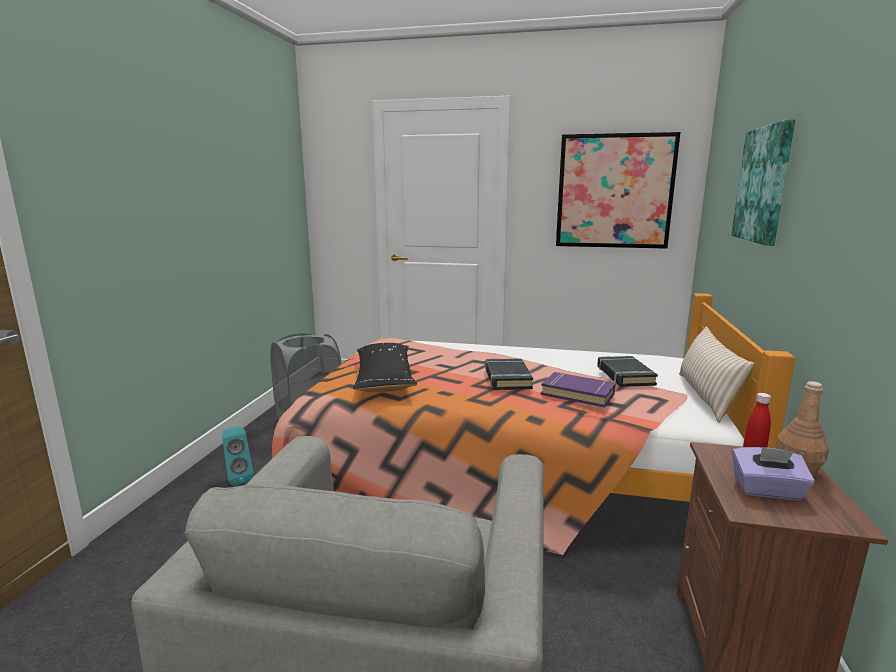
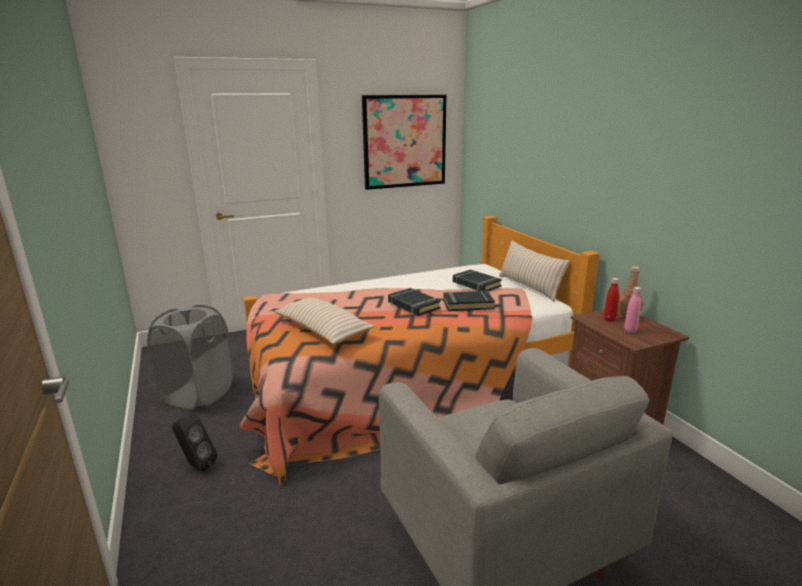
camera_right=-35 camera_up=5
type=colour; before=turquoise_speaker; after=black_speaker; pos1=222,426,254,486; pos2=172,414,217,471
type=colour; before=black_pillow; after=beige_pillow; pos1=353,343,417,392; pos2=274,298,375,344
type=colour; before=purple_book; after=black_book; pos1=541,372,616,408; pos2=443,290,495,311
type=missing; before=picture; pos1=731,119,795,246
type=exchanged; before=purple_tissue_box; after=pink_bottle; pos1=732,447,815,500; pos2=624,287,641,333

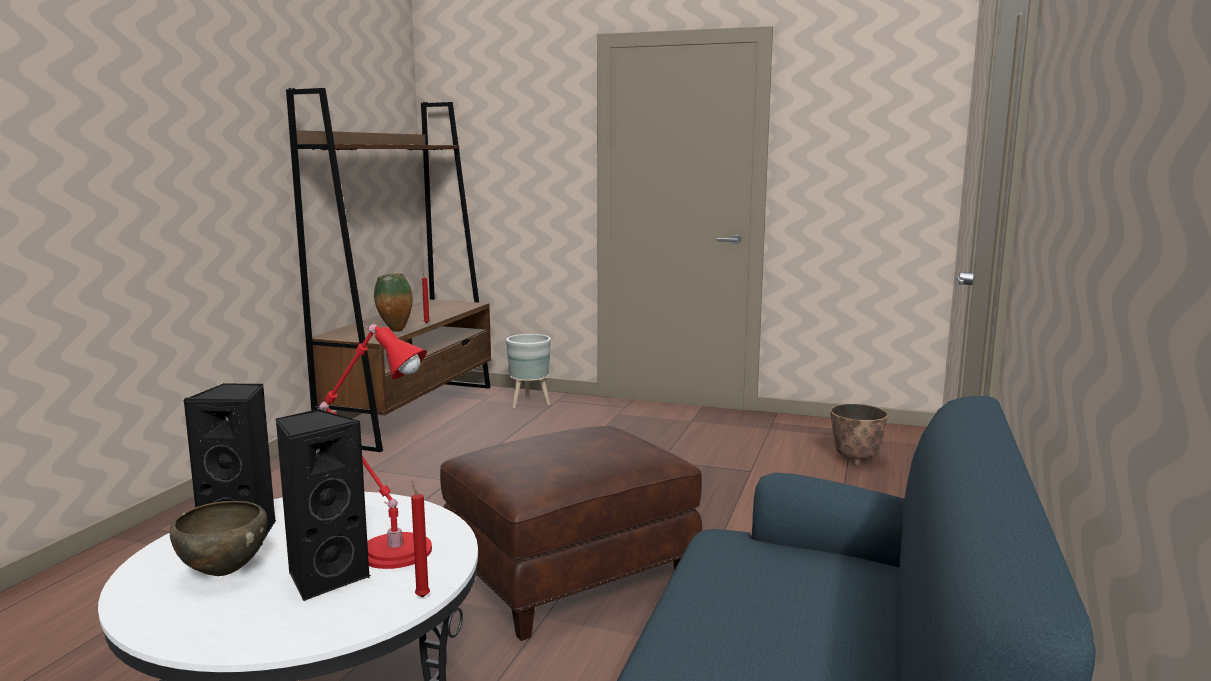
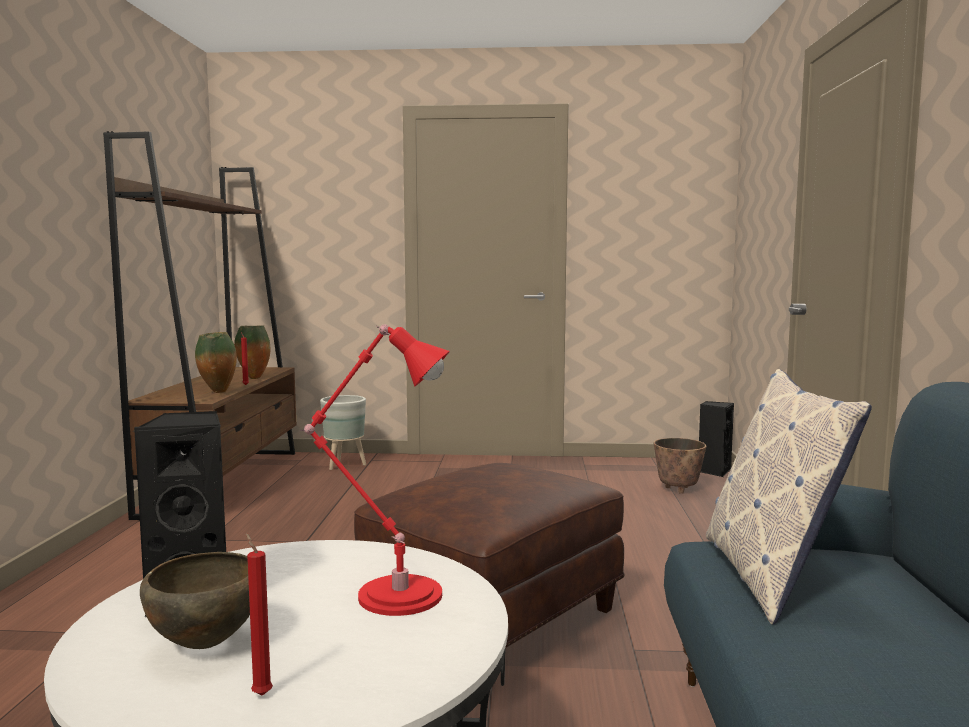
camera_right=-15 camera_up=-5
type=relocated; before=black_speaker; pos1=275,409,371,601; pos2=699,401,734,477
type=relocated; before=red_candle; pos1=411,480,430,597; pos2=246,533,273,696
type=appeared; after=vase; pos2=234,325,270,379
type=appeared; after=pillow; pos2=706,369,872,625

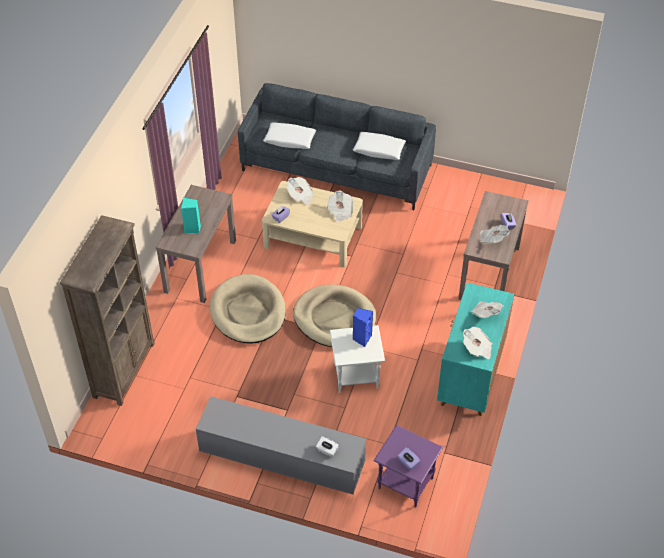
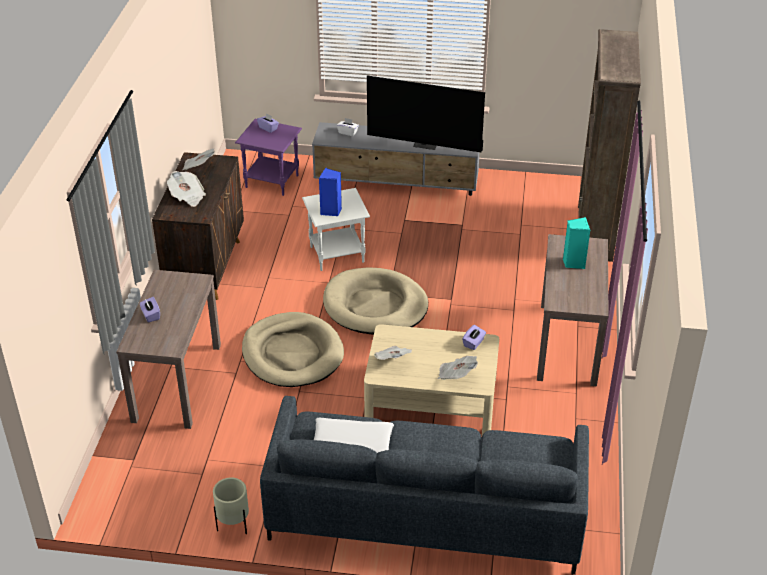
camera_right=170 camera_up=-10
type=relocated; before=beige_dog_bed; pos1=210,274,286,344; pos2=242,312,344,387
type=missing; before=white_pillow; pos1=263,122,316,149
type=colour; before=turquoise_cabinet; after=brown_cabinet; pos1=437,283,514,416; pos2=152,152,244,300
type=missing; before=newspaper; pos1=480,225,510,243
type=appeared; after=beige_planter; pos2=213,478,249,535
type=appeared; after=television; pos2=367,76,485,152

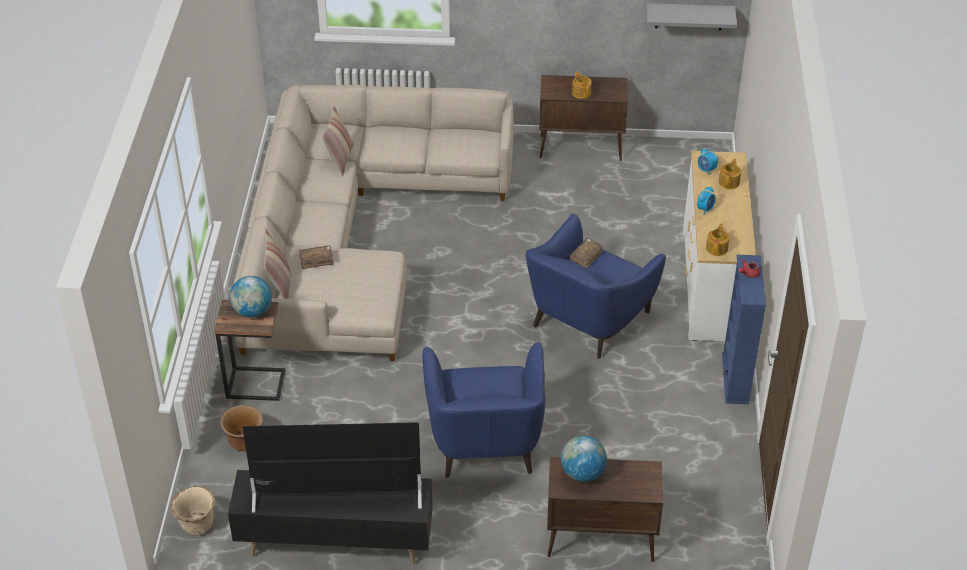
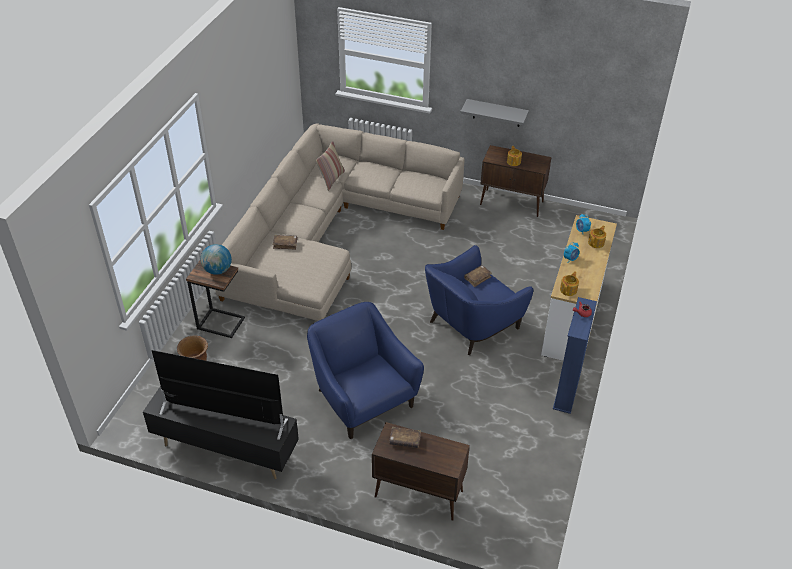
camera_right=15 camera_up=0
type=missing; before=beige_planter; pos1=170,486,215,535
type=missing; before=pillow; pos1=264,230,291,299
type=spun; before=blue_armchair; pos1=422,342,545,478; pos2=307,302,424,439; turn=135
type=exchanged; before=globe; after=brown_book; pos1=561,436,607,482; pos2=389,427,421,448
type=relocated; before=grey_shelf; pos1=646,3,737,30; pos2=460,99,529,127

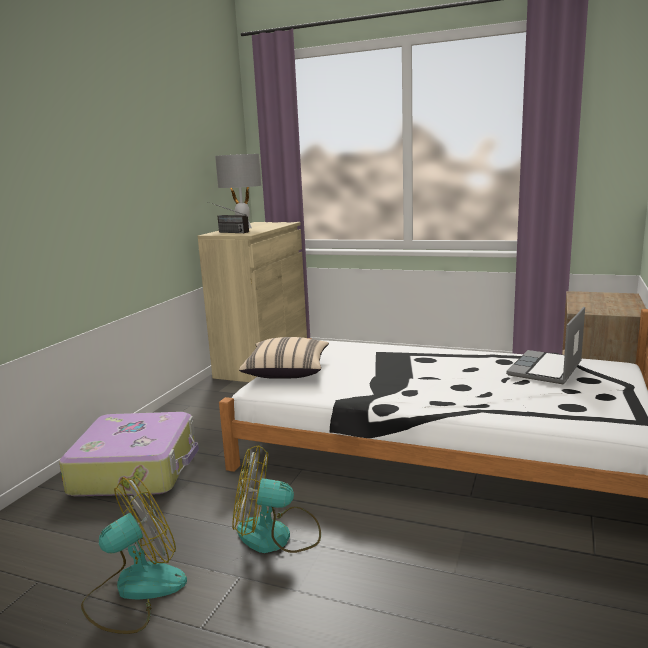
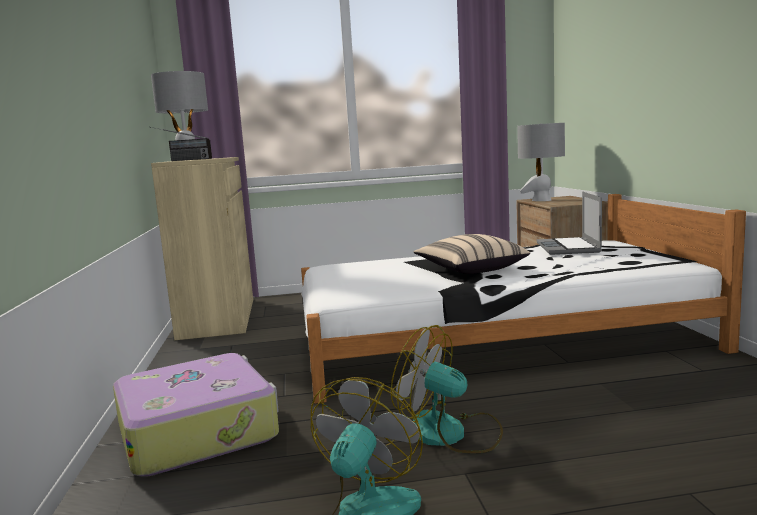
camera_right=-30 camera_up=-5
type=spun; before=fan; pos1=232,445,321,553; pos2=391,325,503,453; turn=60
type=relocated; before=beige_pillow; pos1=239,337,329,379; pos2=413,234,530,274
type=appeared; after=grey_table_lamp; pos2=517,123,565,201

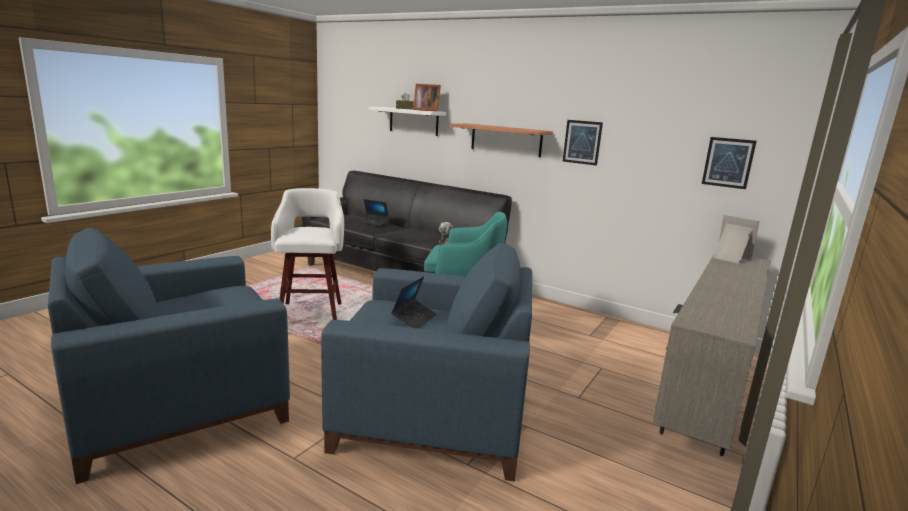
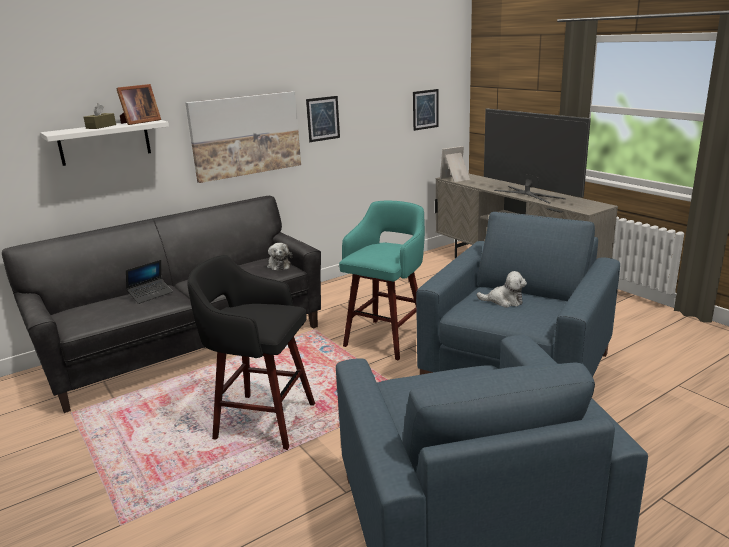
camera_right=-65 camera_up=5
type=colour; before=white_stool; after=black_stool; pos1=271,188,344,320; pos2=188,255,315,450
type=exchanged; before=laptop; after=plush_toy; pos1=391,276,437,328; pos2=477,271,527,308
type=exchanged; before=shelf; after=picture; pos1=450,123,553,157; pos2=186,91,301,183
type=appeared; after=television; pos2=484,108,591,204

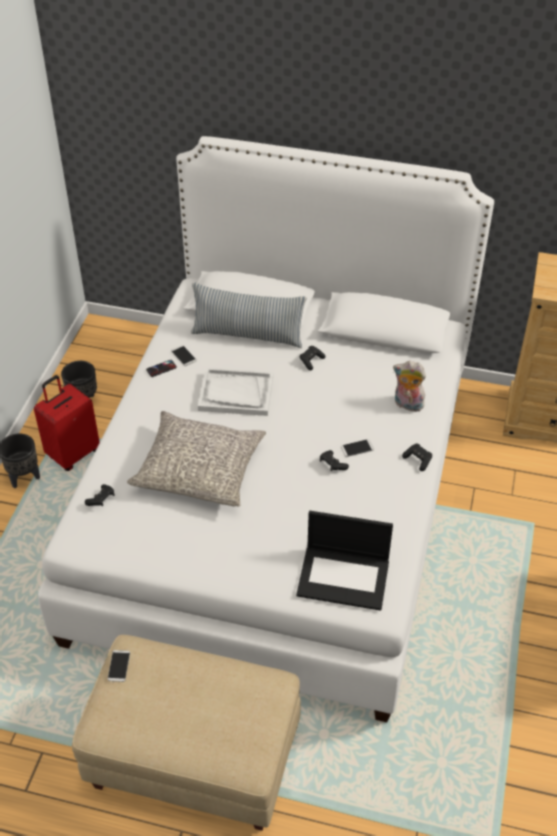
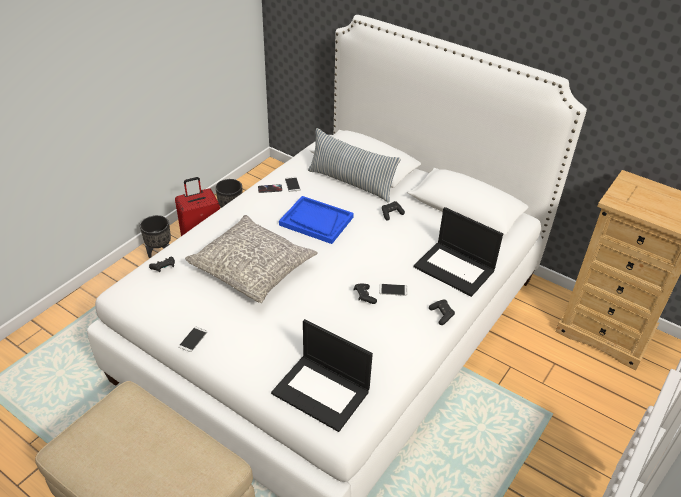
camera_right=20 camera_up=-5
type=relocated; before=phone; pos1=108,650,130,682; pos2=179,327,207,352
type=colour; before=white_tray; after=blue_tray; pos1=198,368,273,416; pos2=279,196,354,244
type=exchanged; before=plush_toy; after=laptop; pos1=393,361,426,412; pos2=414,207,503,297

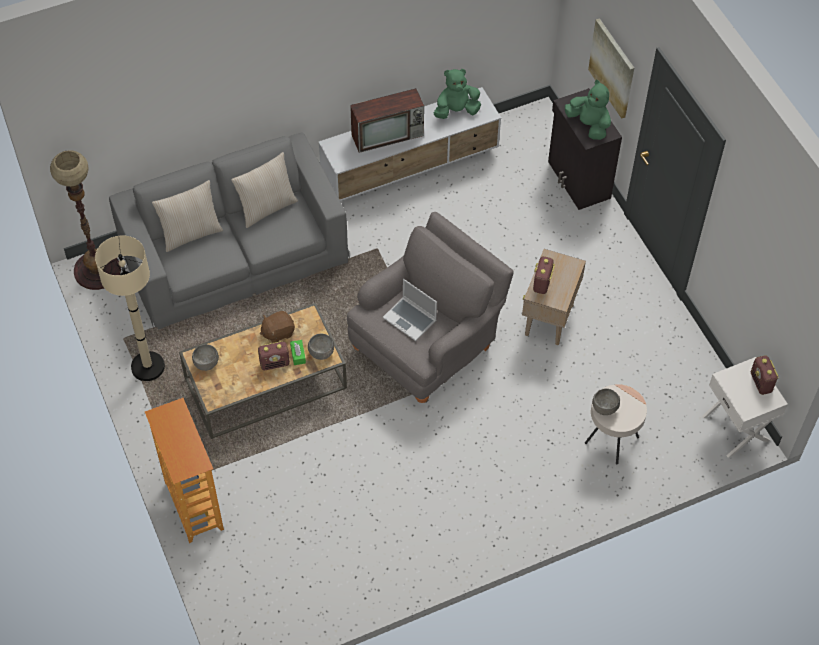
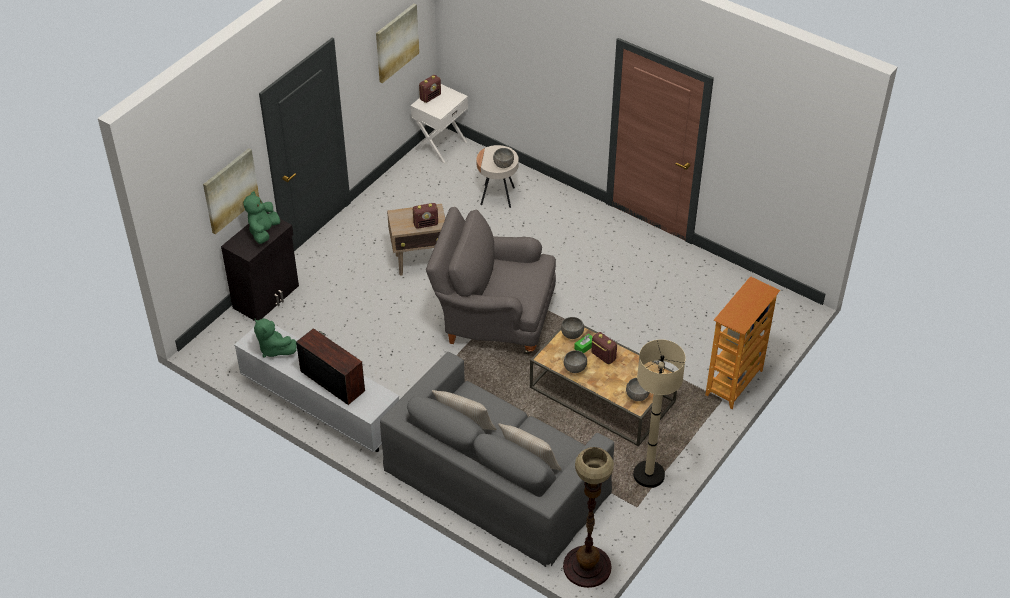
camera_right=-120 camera_up=-10
type=exchanged; before=brown_plush_toy; after=grey_bowl; pos1=260,311,295,343; pos2=564,350,587,373
type=missing; before=laptop; pos1=383,279,437,341
type=appeared; after=picture; pos2=376,4,419,83

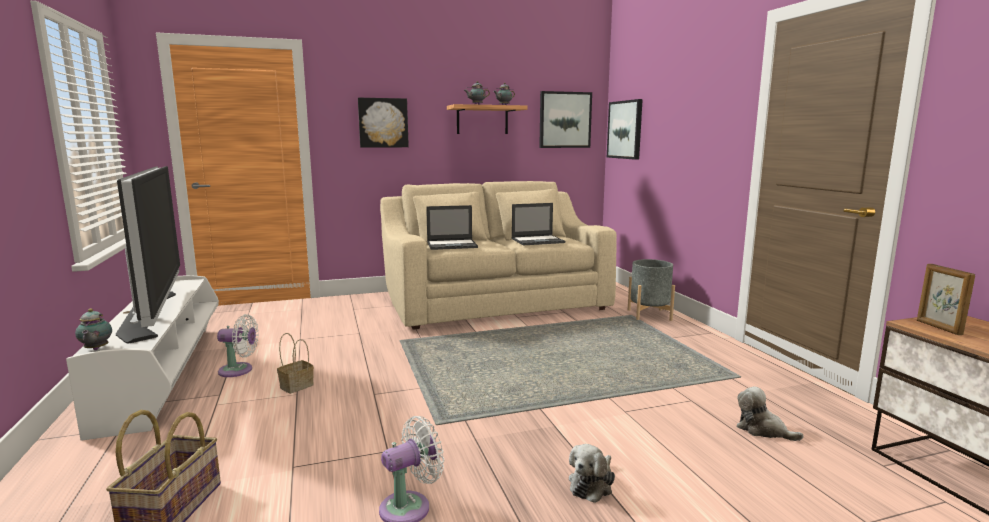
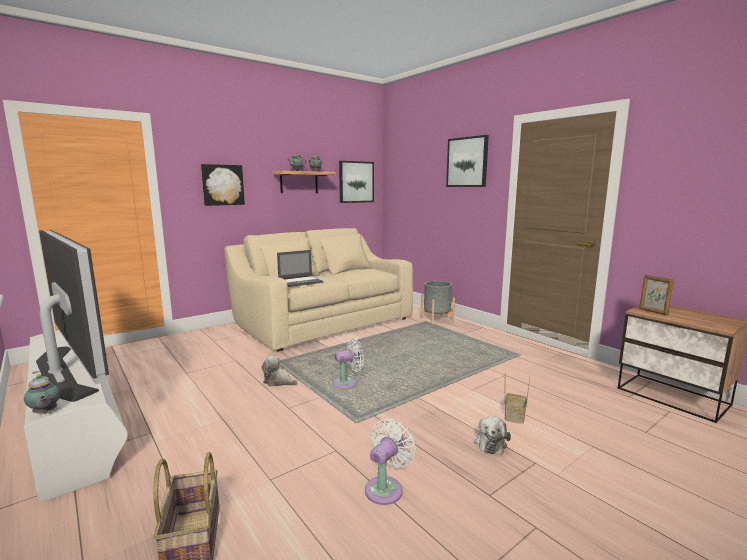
camera_right=-20 camera_up=0
type=relocated; before=white_fan; pos1=217,314,259,377; pos2=333,338,364,389
type=relocated; before=basket; pos1=277,333,314,394; pos2=504,372,530,424
type=missing; before=laptop; pos1=512,203,565,245
type=relocated; before=picture; pos1=607,99,643,160; pos2=446,135,489,187
type=relocated; before=plush_toy; pos1=737,386,804,441; pos2=261,356,298,386

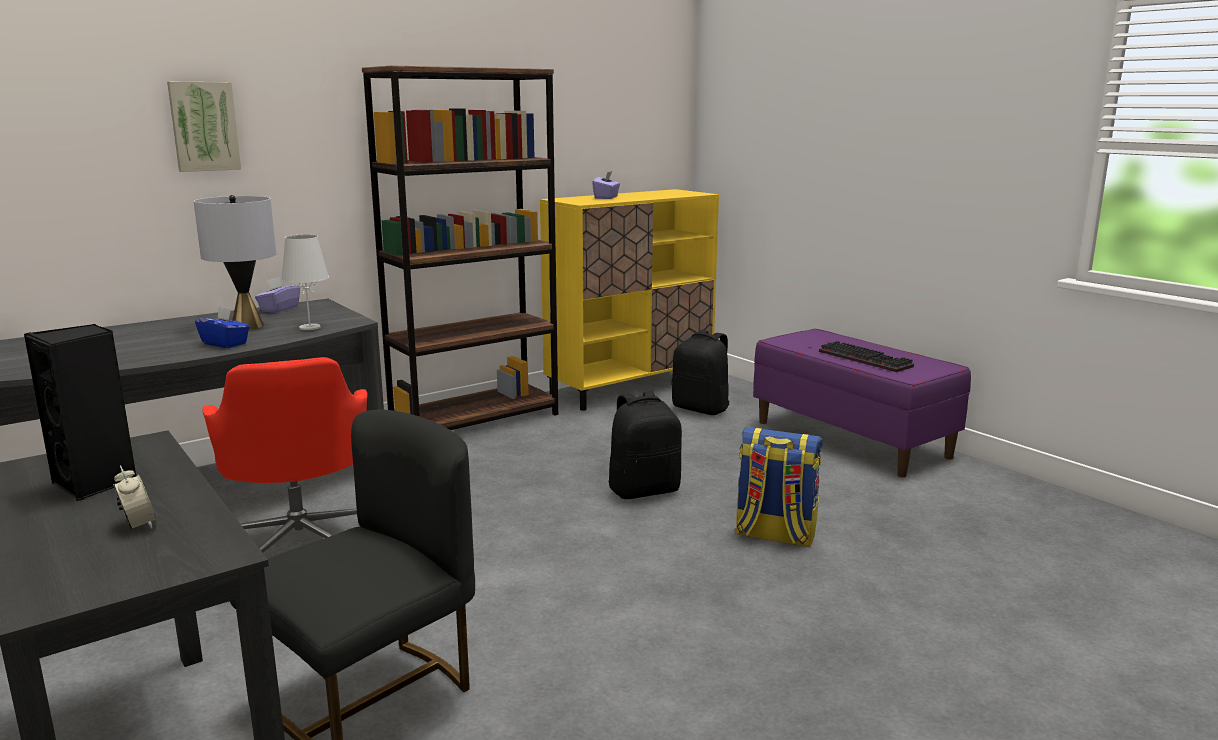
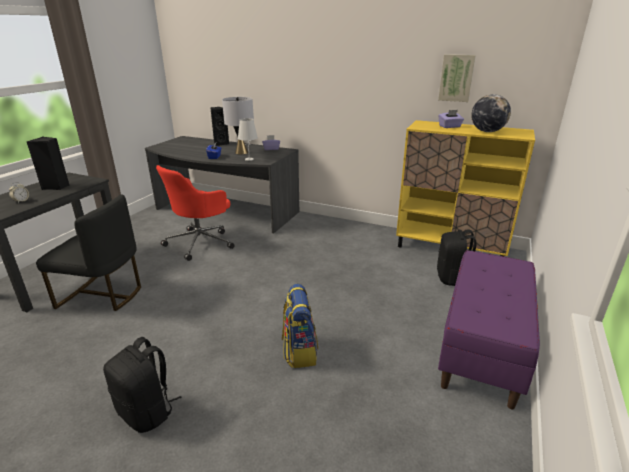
camera_right=60 camera_up=10
type=relocated; before=picture; pos1=167,82,241,172; pos2=438,54,476,102
type=missing; before=brown_bookcase; pos1=362,66,558,430
type=relocated; before=black_backpack; pos1=608,391,682,499; pos2=103,337,182,433
type=missing; before=keyboard; pos1=819,341,914,372
type=appeared; after=black_speaker; pos2=210,107,229,146
type=appeared; after=globe; pos2=471,94,511,132

